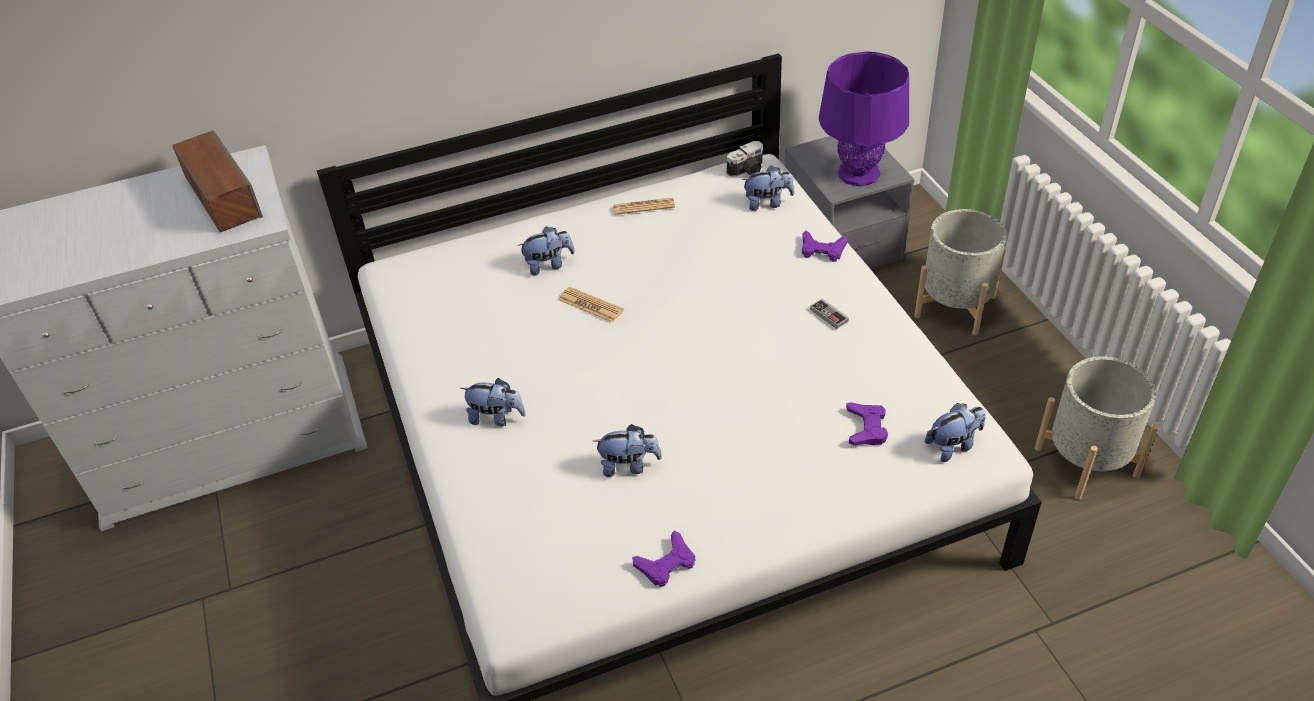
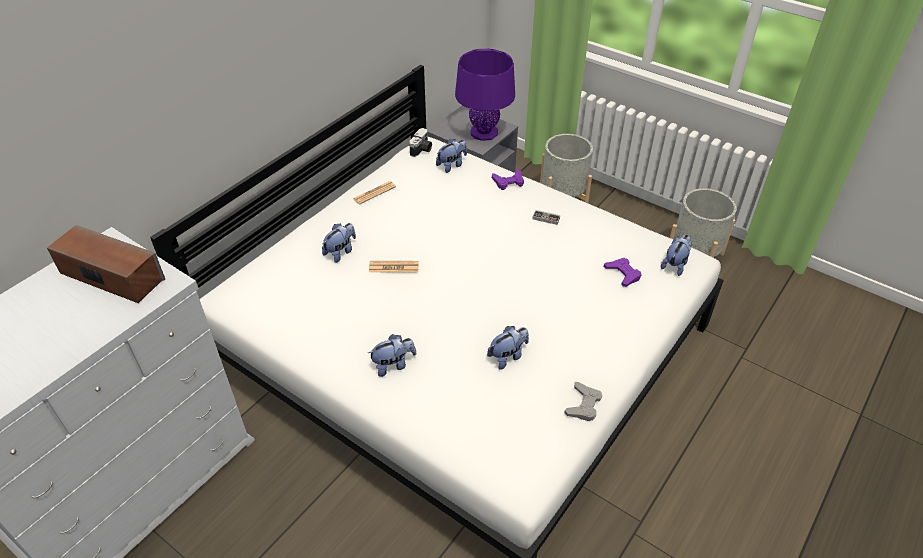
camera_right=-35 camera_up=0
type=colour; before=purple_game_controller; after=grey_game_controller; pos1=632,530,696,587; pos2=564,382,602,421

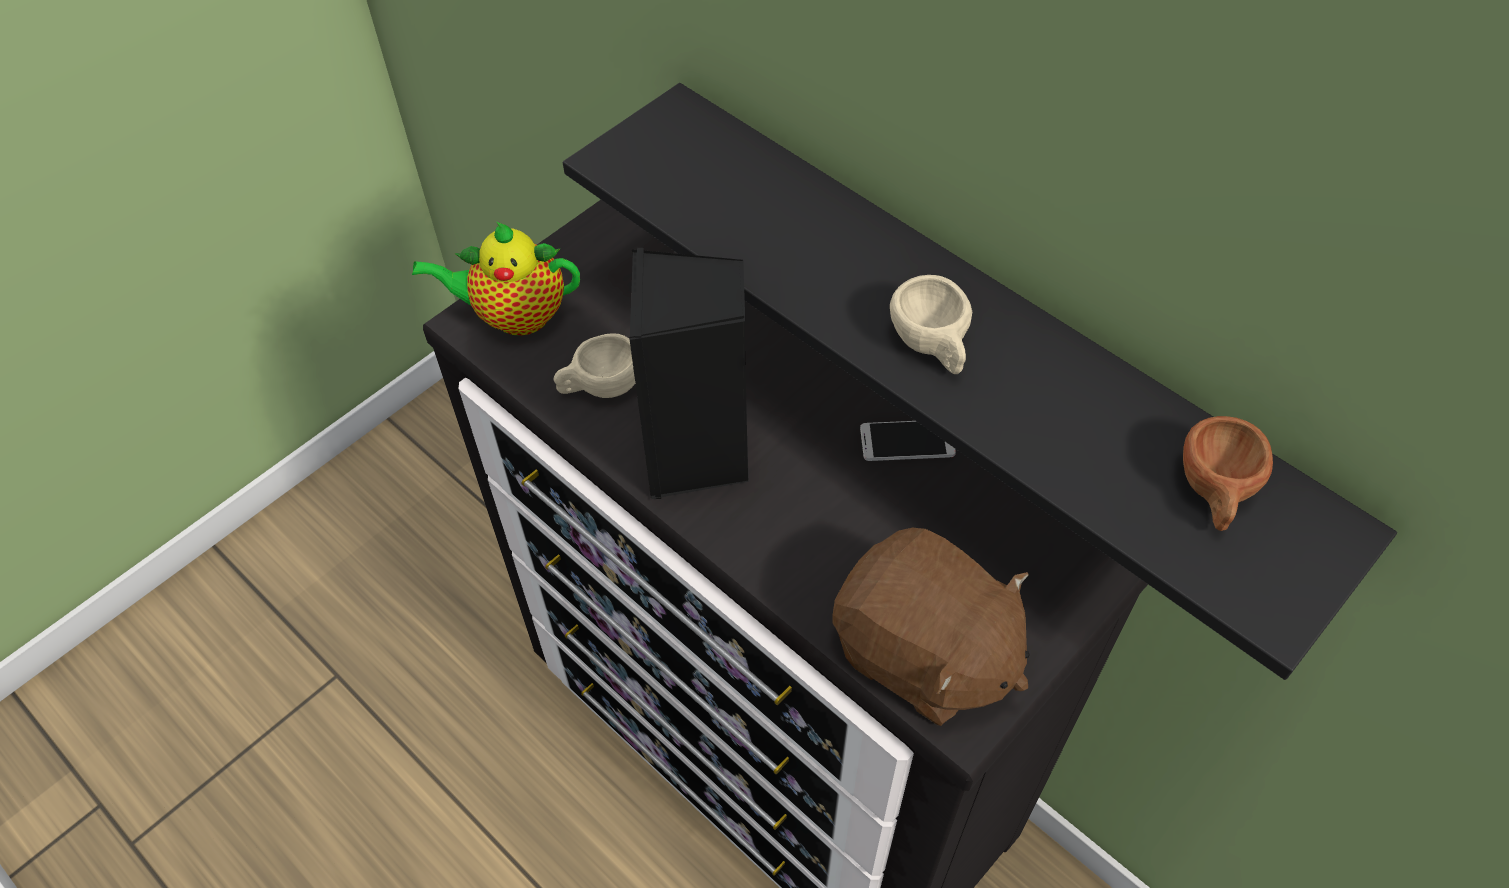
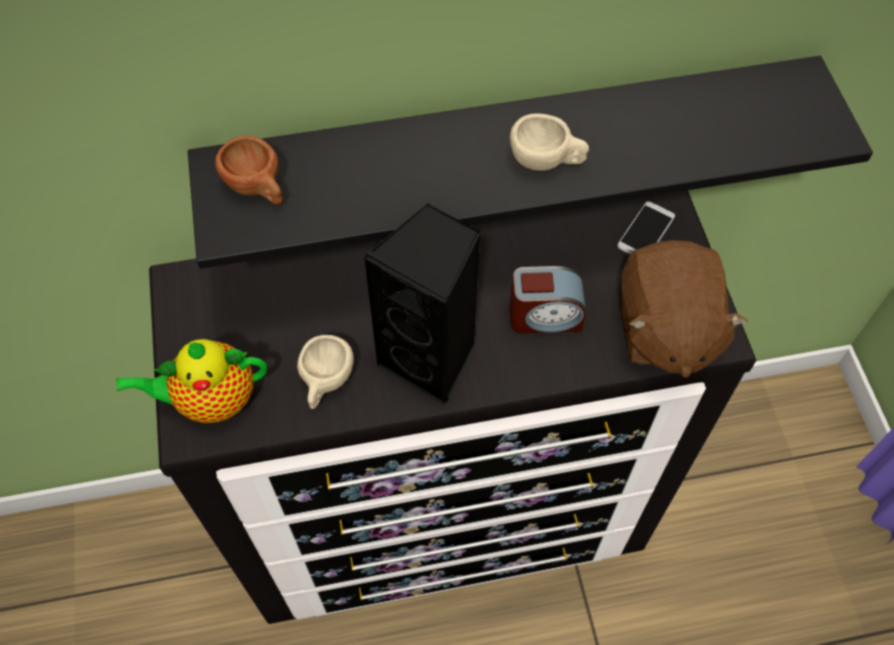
camera_right=-55 camera_up=5
type=spun; before=teapot; pos1=412,222,580,336; pos2=116,339,267,423; turn=45
type=spun; before=brown_plush_toy; pos1=832,528,1030,726; pos2=621,240,748,378; turn=105
type=relocated; before=phone; pos1=860,421,956,461; pos2=617,201,675,254
type=relocated; before=brown_cup; pos1=1183,416,1273,531; pos2=215,135,282,205
type=appeared; after=alarm_clock; pos2=509,266,586,333

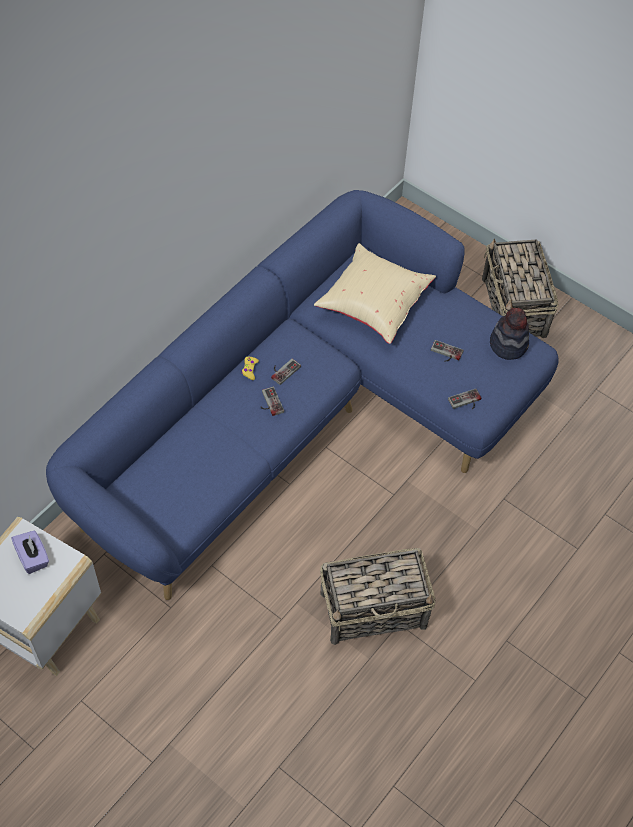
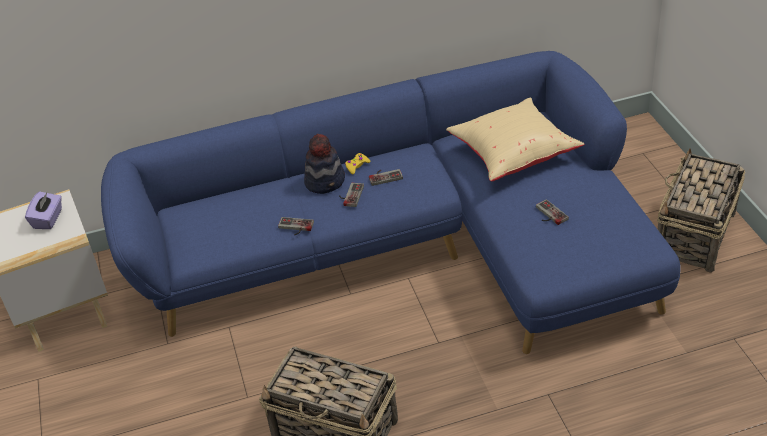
camera_right=40 camera_up=-15
type=relocated; before=game_controller; pos1=448,389,481,410; pos2=278,217,314,235
type=relocated; before=hat; pos1=490,308,529,360; pos2=304,134,345,194

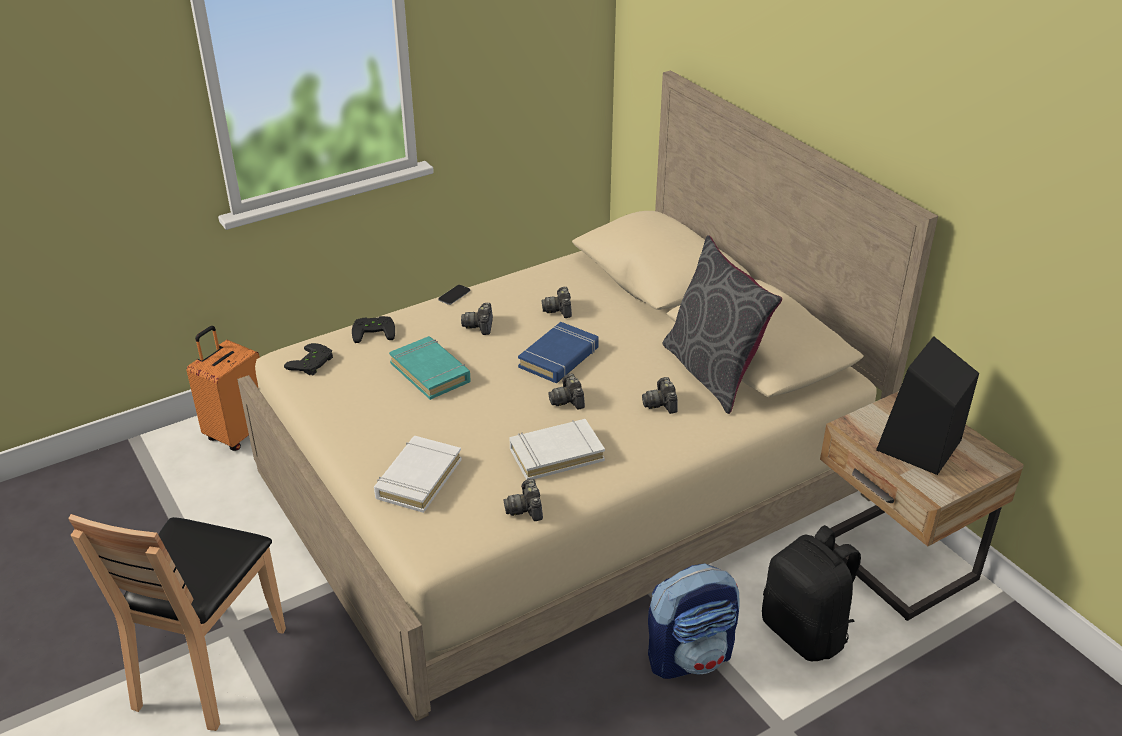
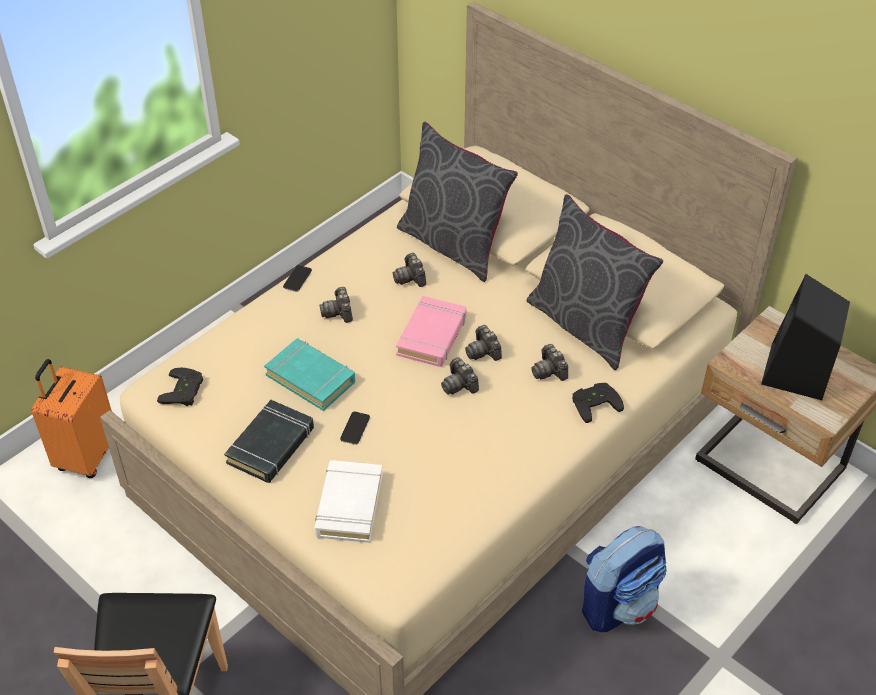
camera_right=-15 camera_up=10
type=relocated; before=black_game_controller; pos1=352,316,395,343; pos2=572,383,624,423
type=relocated; before=photo_camera; pos1=504,479,543,521; pos2=465,325,502,361
type=missing; before=white_book; pos1=509,419,605,480
type=colour; before=blue_book; after=pink_book; pos1=518,322,599,383; pos2=396,296,467,367
type=missing; before=black_backpack; pos1=762,525,861,661
type=appeared; after=black_book; pos2=224,400,314,483
type=appeared; after=phone; pos2=340,412,370,445
type=appeared; after=grey_pillow; pos2=397,122,518,282

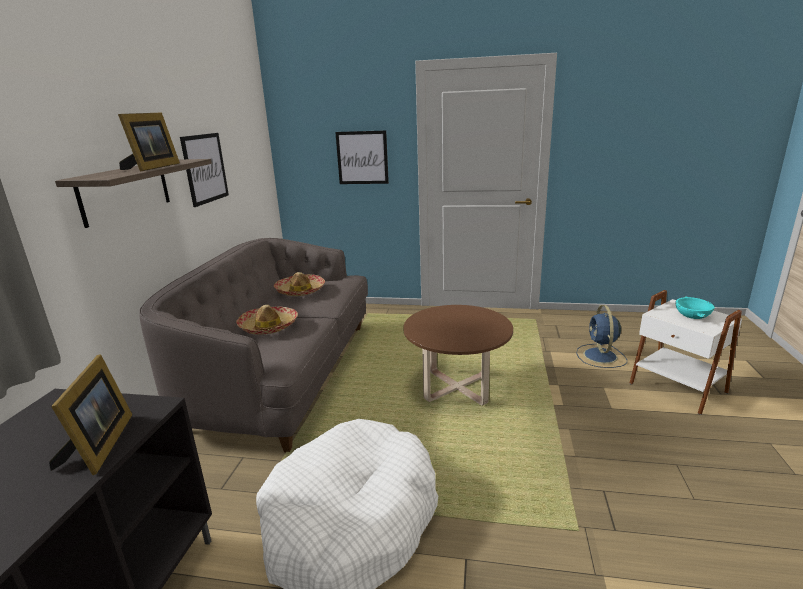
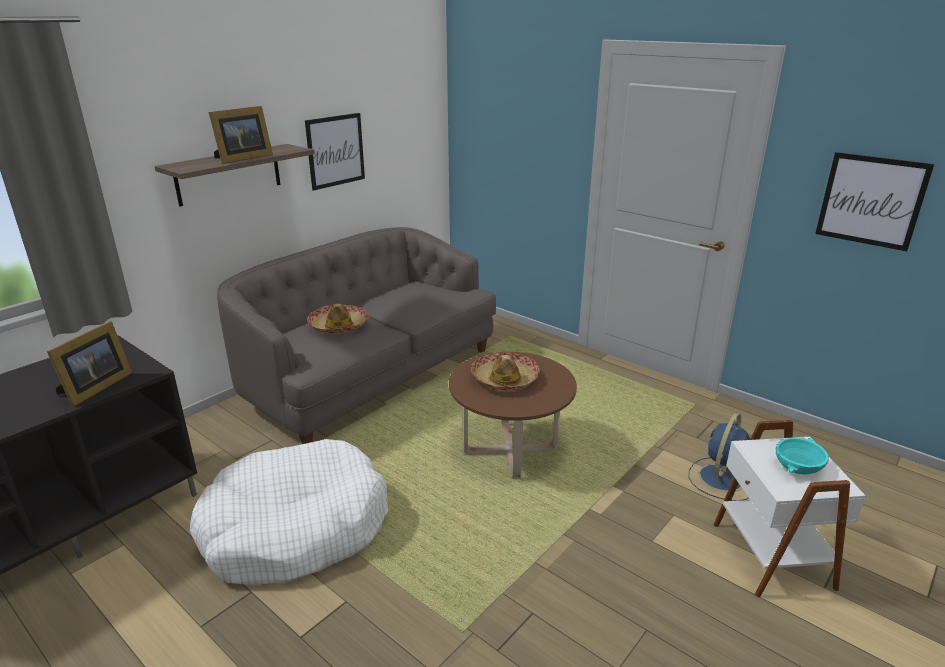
camera_right=30 camera_up=5
type=relocated; before=hat; pos1=274,272,325,296; pos2=471,353,540,390
type=relocated; before=picture; pos1=335,130,389,184; pos2=815,152,934,251

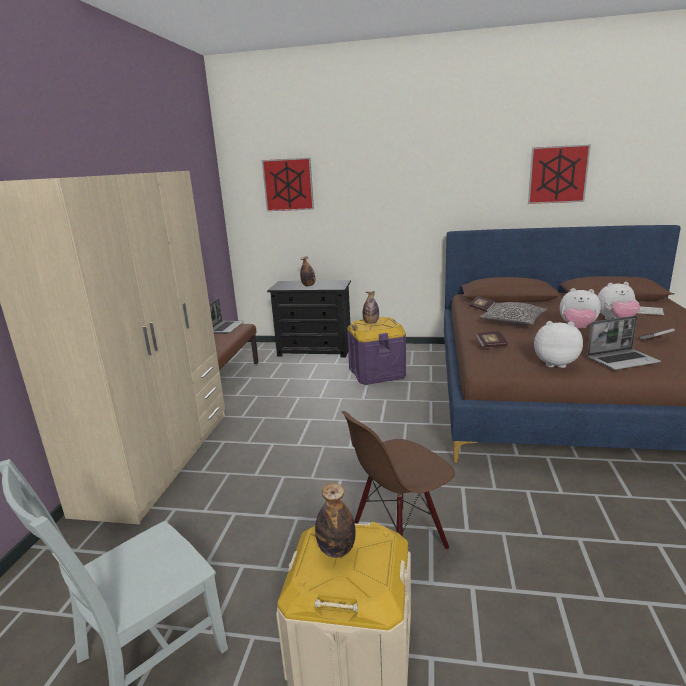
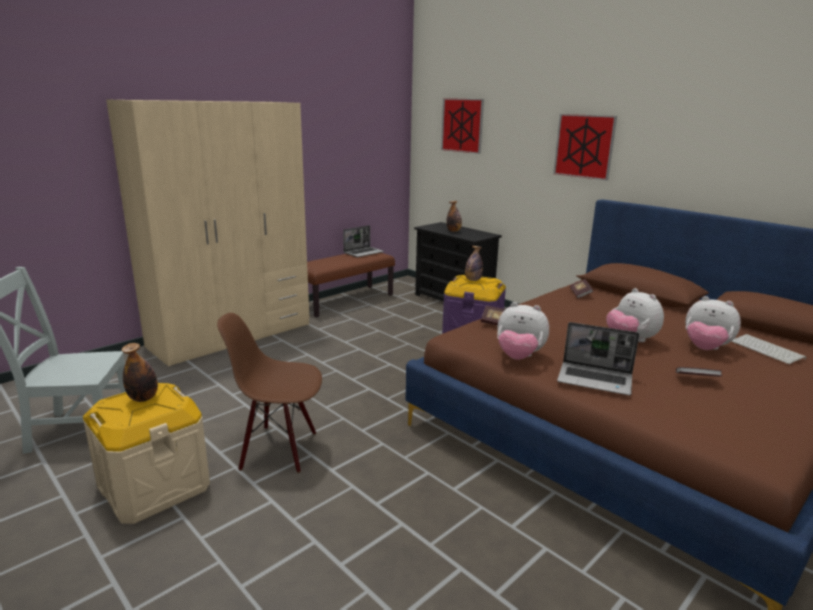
camera_right=35 camera_up=0
type=missing; before=pillow; pos1=479,302,547,325
type=relocated; before=picture; pos1=528,144,591,204; pos2=553,114,617,181
type=spun; before=plush_toy; pos1=534,321,583,368; pos2=497,302,549,360; turn=150

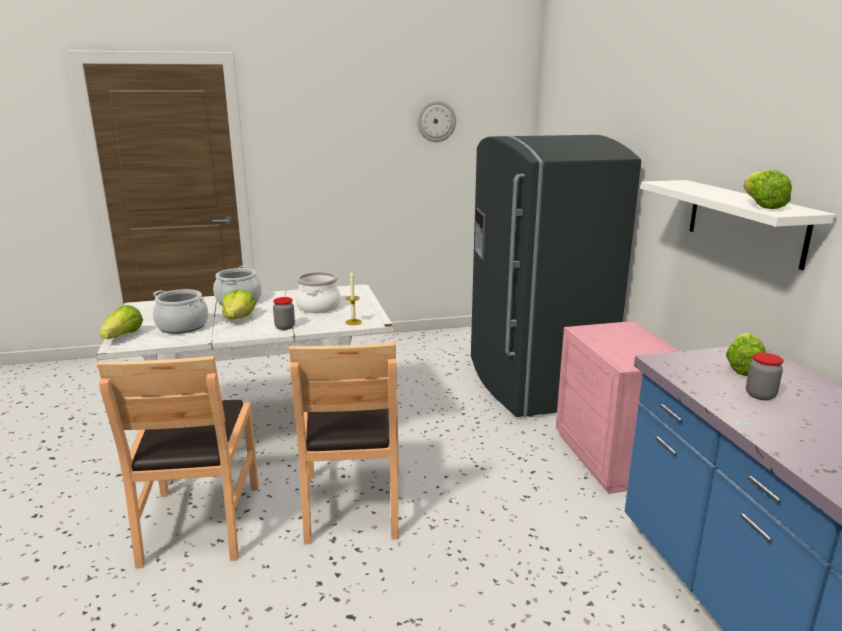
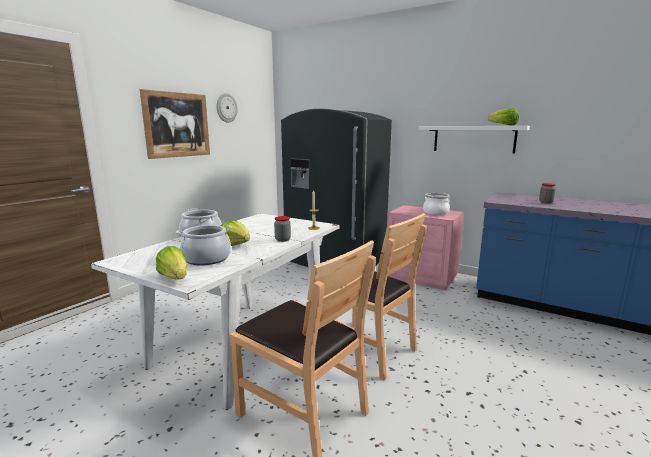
camera_right=-45 camera_up=-5
type=relocated; before=cooking_pot; pos1=296,272,341,313; pos2=423,193,450,215
type=missing; before=lettuce; pos1=726,333,766,376
type=appeared; after=picture; pos2=140,89,210,159

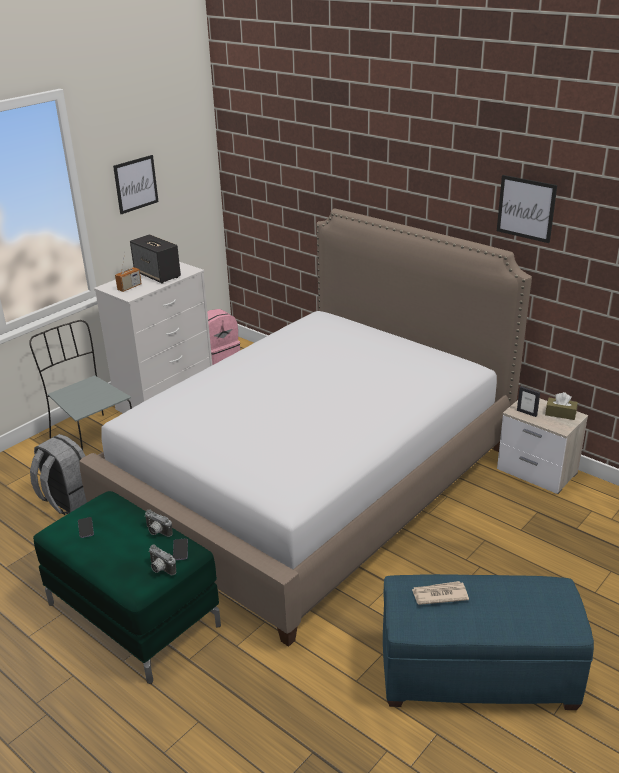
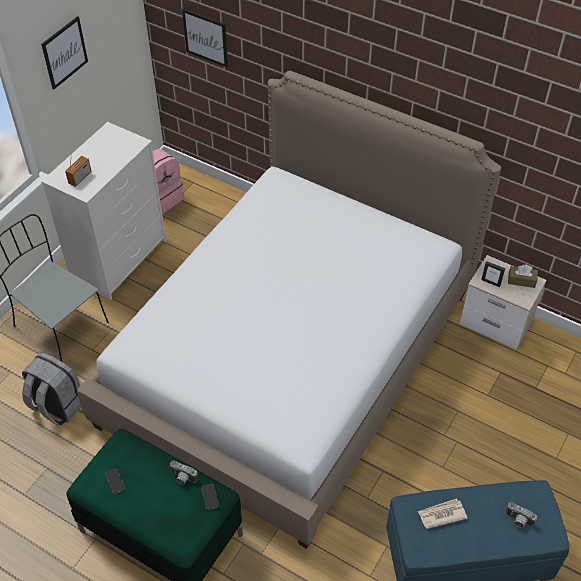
camera_right=-10 camera_up=20
type=missing; before=speaker; pos1=130,234,181,284
type=relocated; before=photo_camera; pos1=149,544,176,575; pos2=505,502,537,528
type=relocated; before=picture; pos1=497,175,557,243; pos2=182,9,228,67

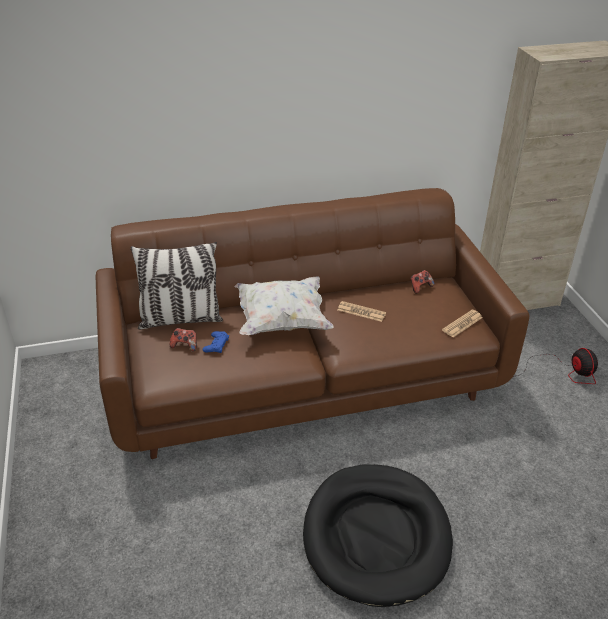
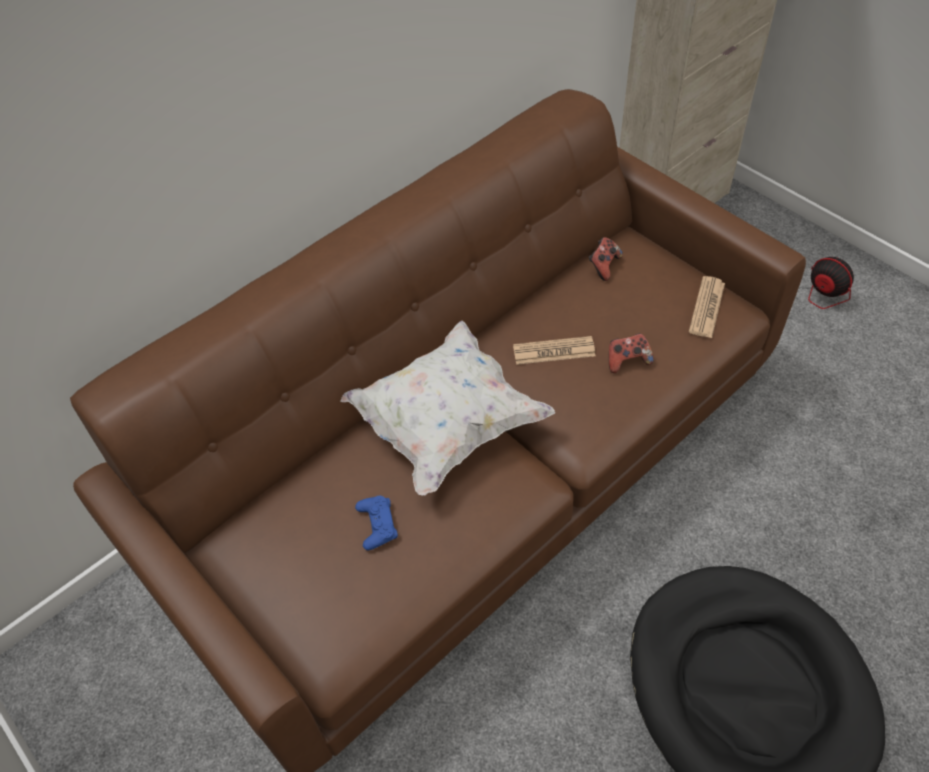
camera_right=-25 camera_up=15
type=missing; before=pillow; pos1=131,242,223,329
type=relocated; before=game_controller; pos1=170,328,197,352; pos2=609,333,654,373

